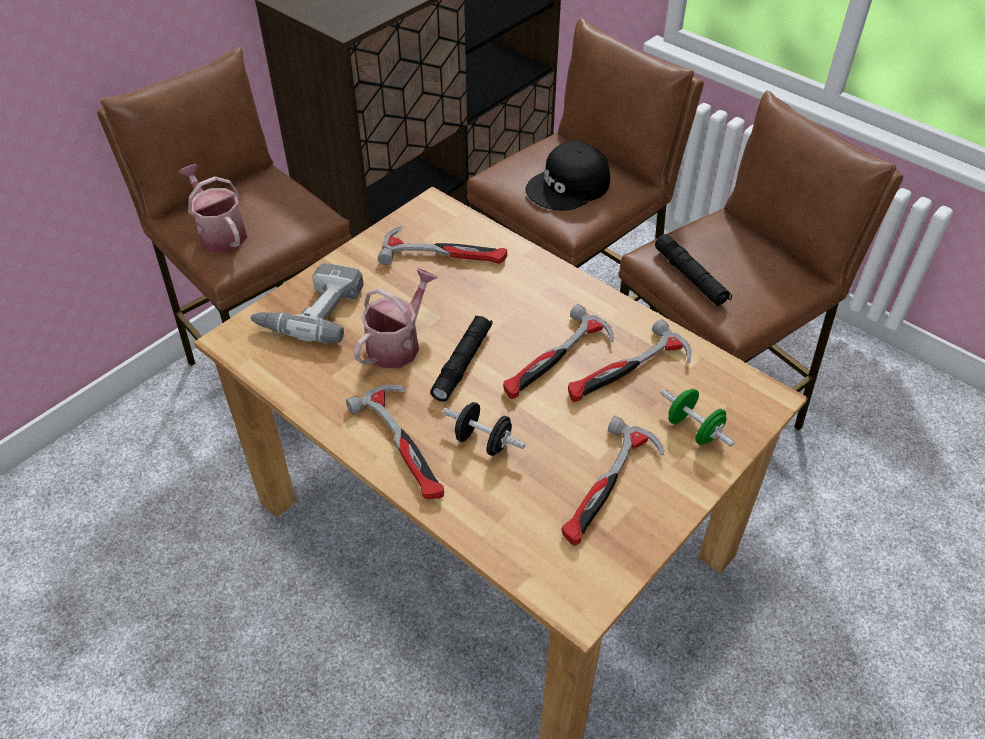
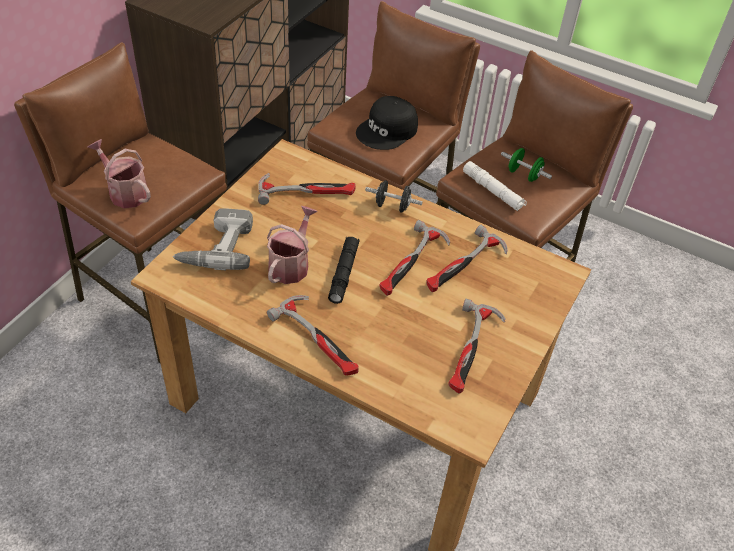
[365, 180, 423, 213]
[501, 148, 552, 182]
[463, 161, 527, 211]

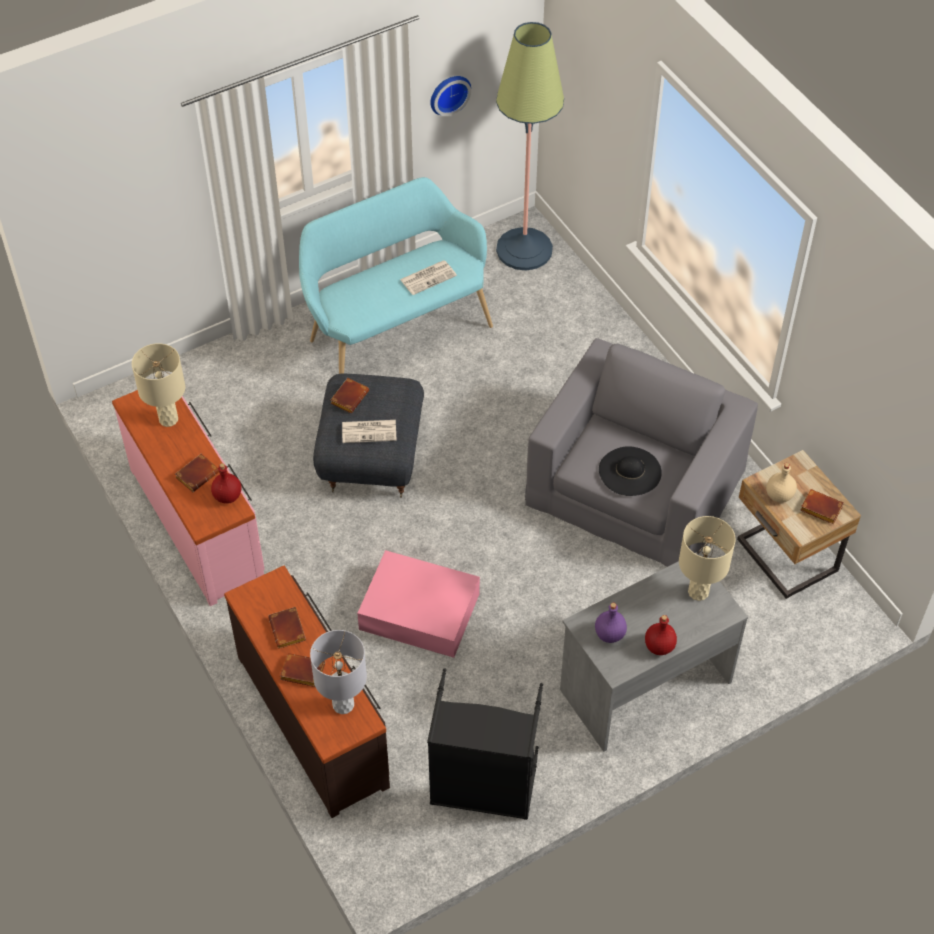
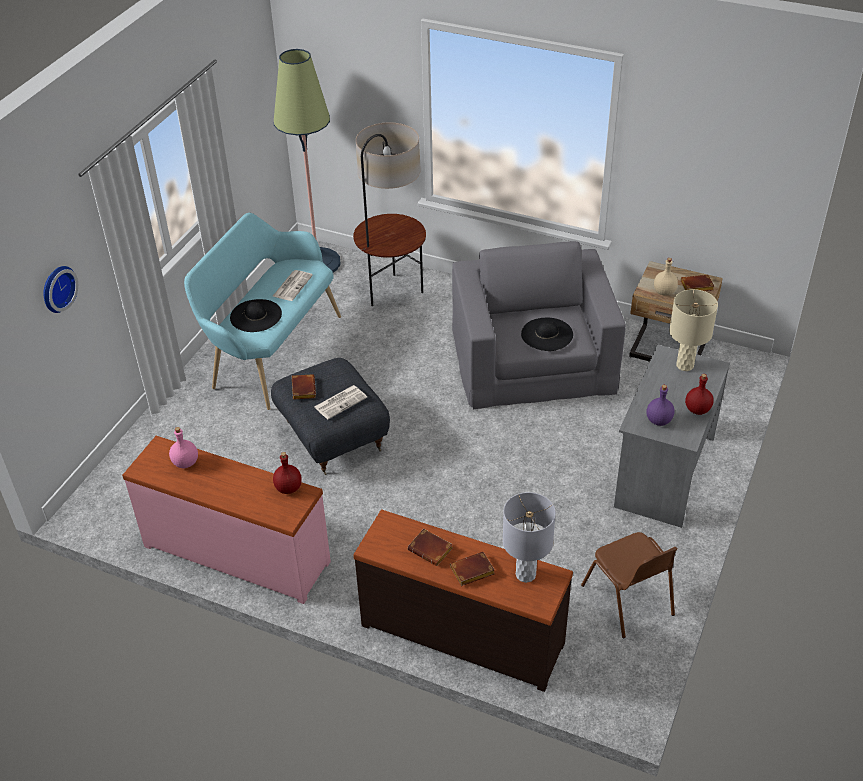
[175, 454, 219, 492] (first image)
[357, 550, 480, 658] (first image)
[230, 299, 282, 332]
[353, 122, 426, 306]
[43, 266, 78, 313]
[169, 427, 198, 469]
[581, 532, 677, 638]

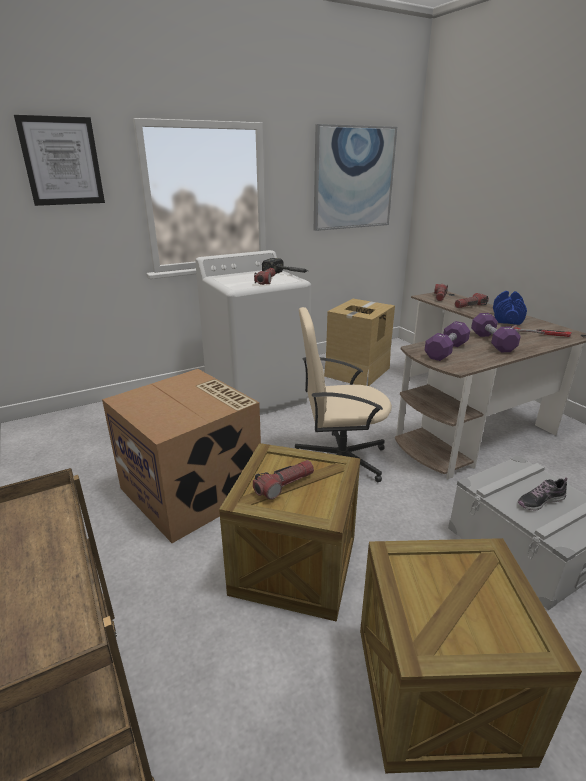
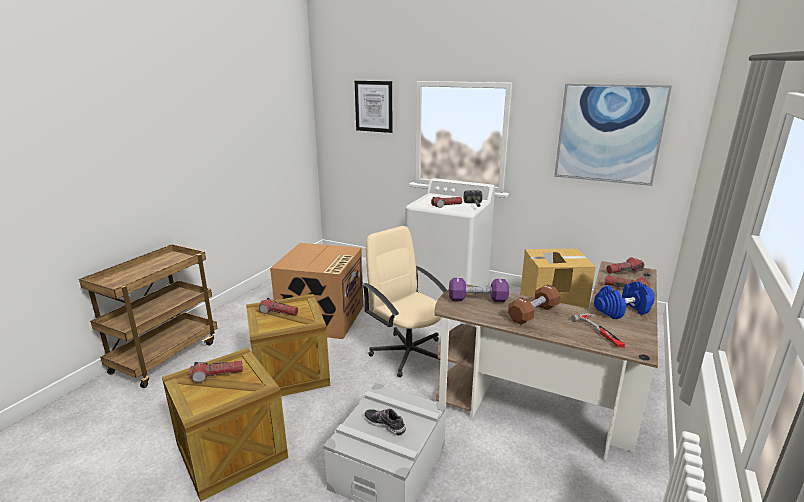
[190, 361, 243, 383]
[508, 284, 560, 325]

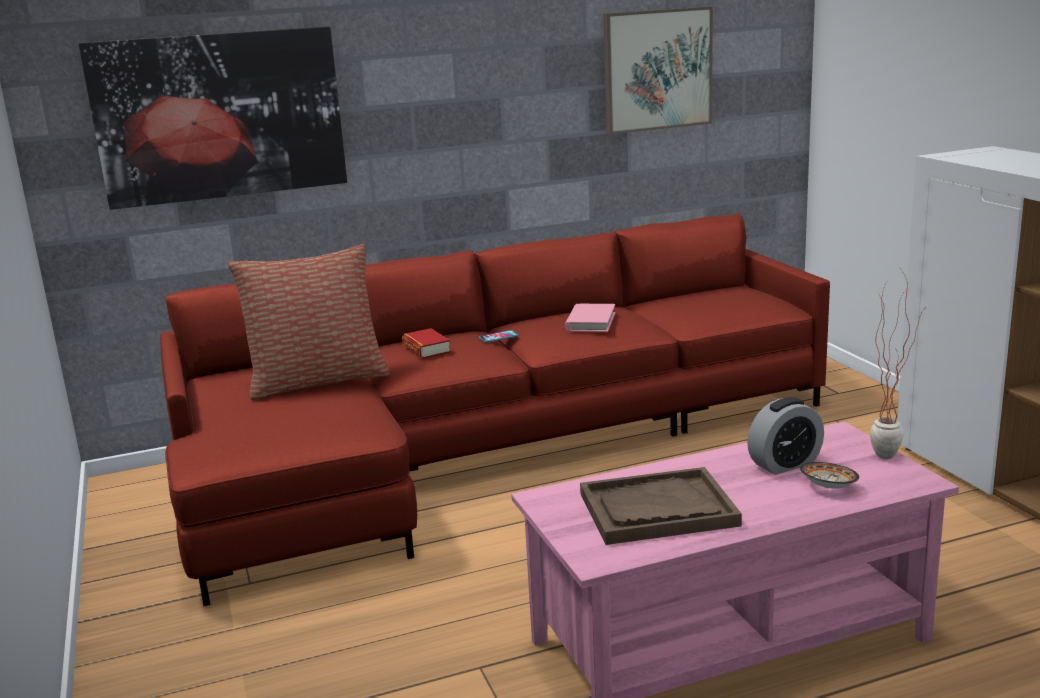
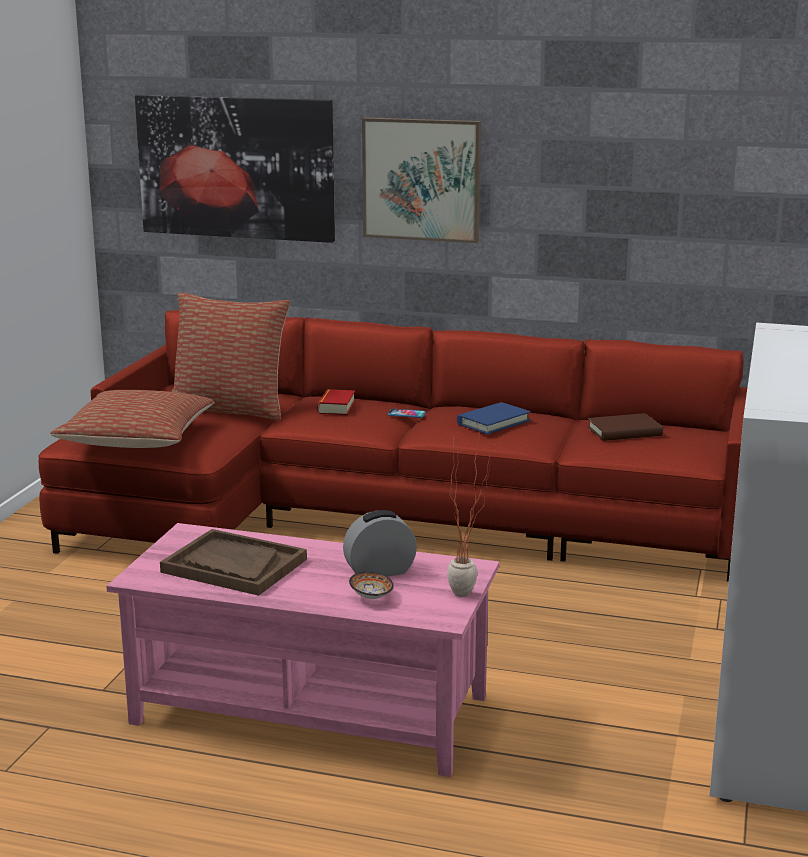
[50, 390, 214, 448]
[587, 413, 663, 441]
[362, 118, 481, 243]
[457, 402, 531, 434]
[343, 510, 417, 577]

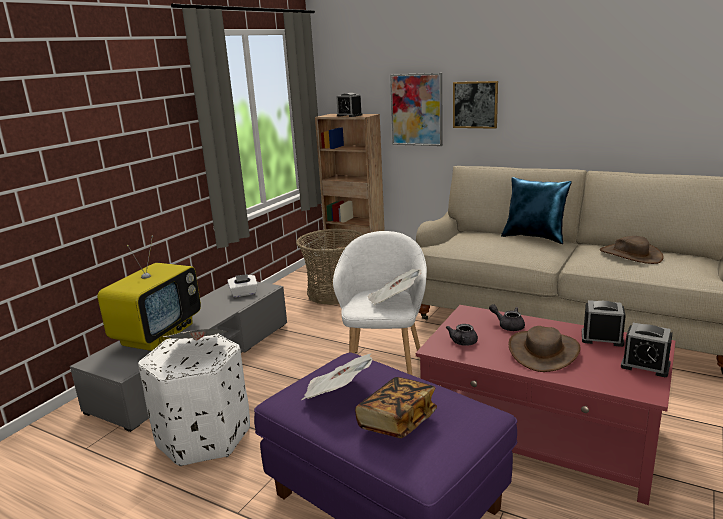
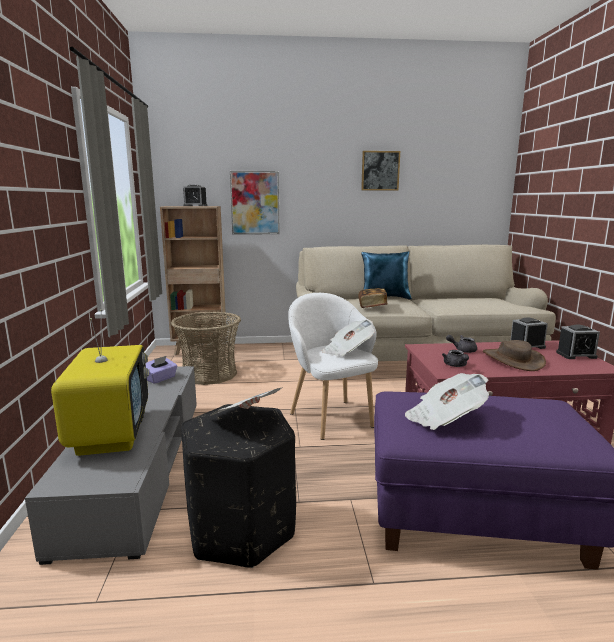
[600, 236, 664, 264] (first image)
[358, 288, 388, 308]
[361, 151, 400, 190]
[181, 404, 296, 568]
[145, 356, 177, 384]

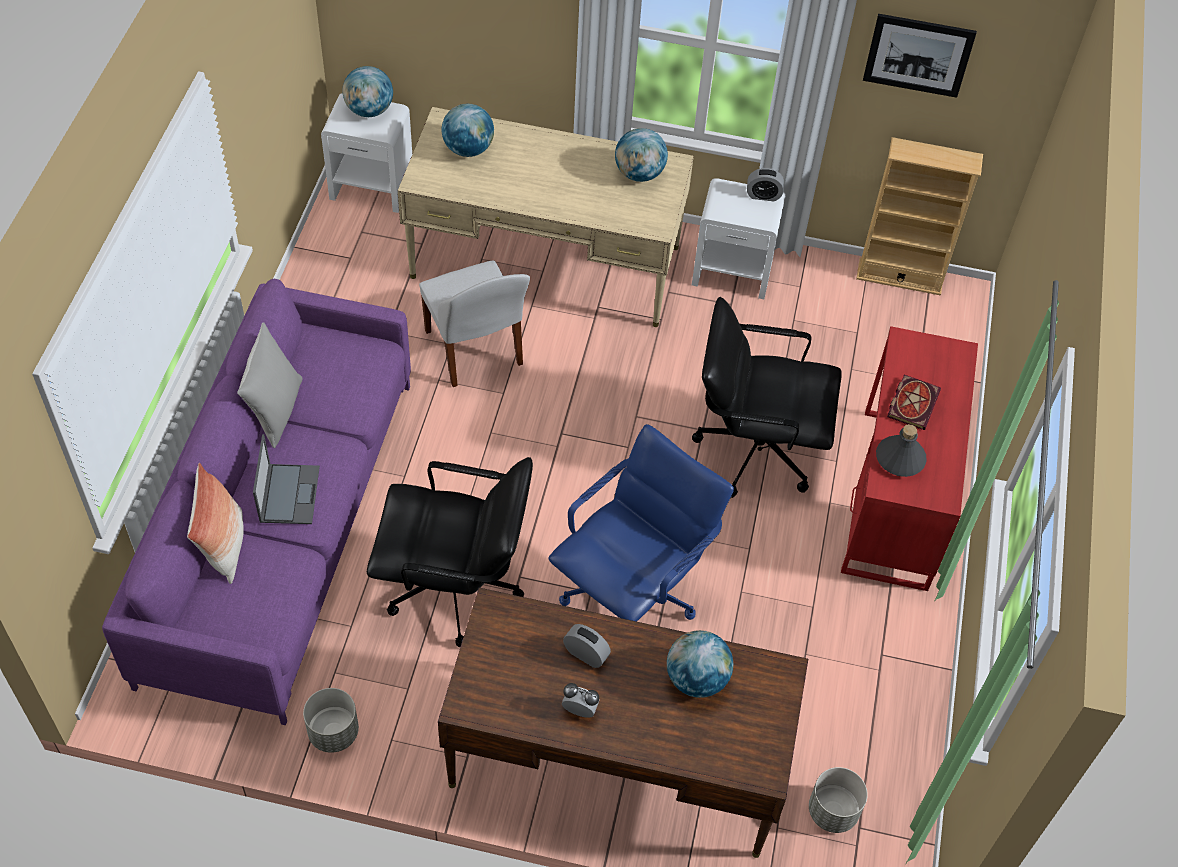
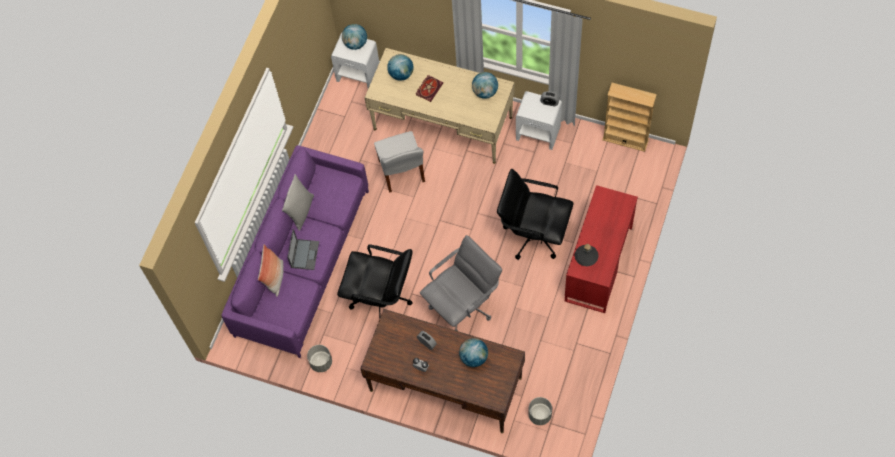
[863, 14, 977, 98] (first image)
[416, 75, 443, 102]
[420, 235, 502, 331]

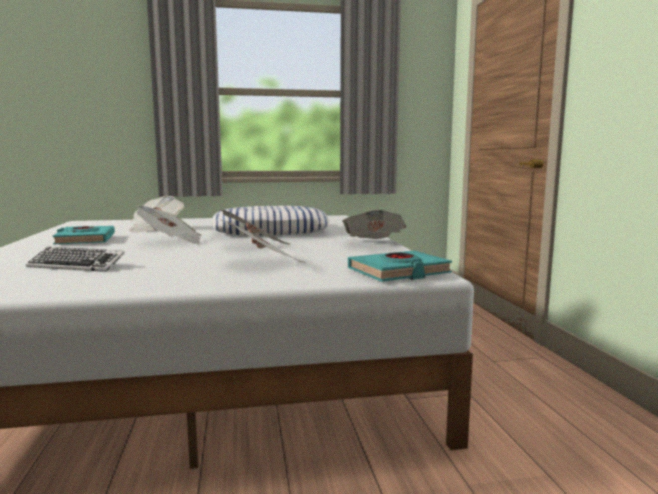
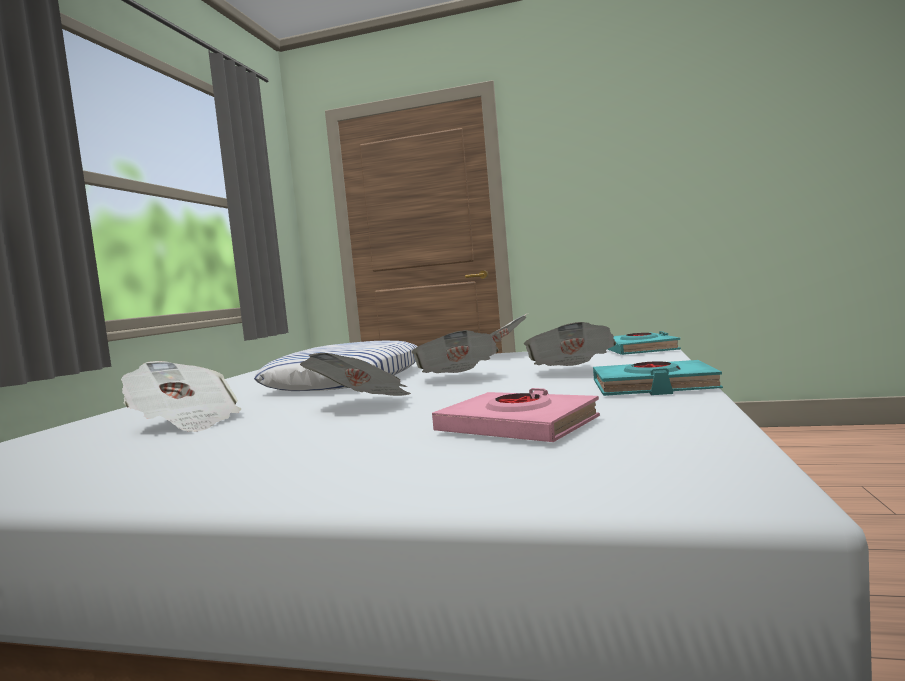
[593, 360, 723, 396]
[432, 388, 600, 442]

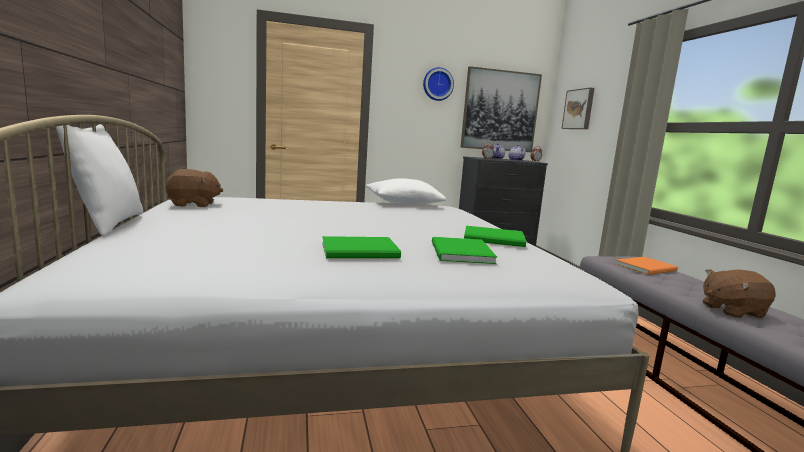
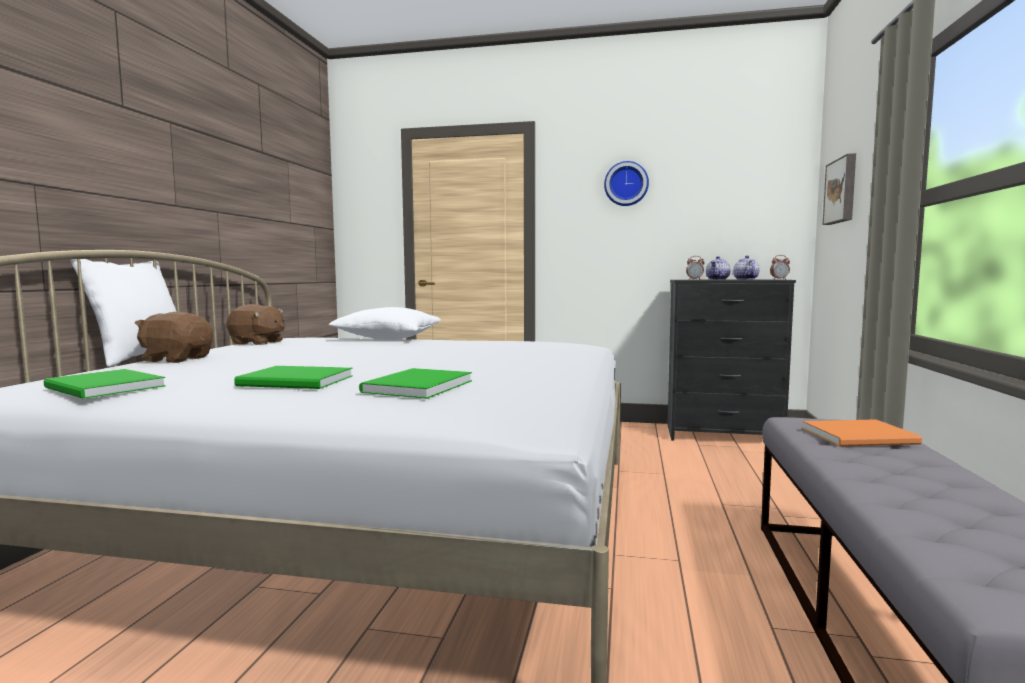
[460, 66, 542, 152] (first image)
[329, 307, 441, 340]
[44, 369, 166, 399]
[135, 312, 213, 363]

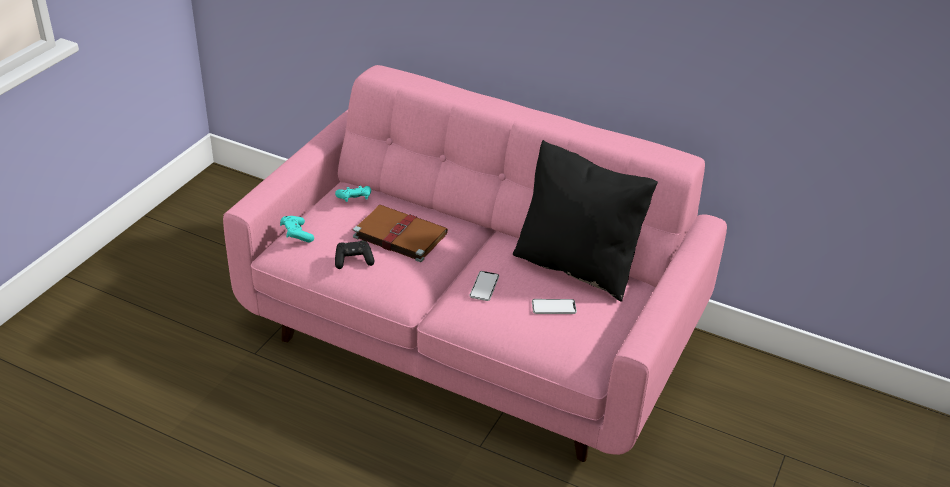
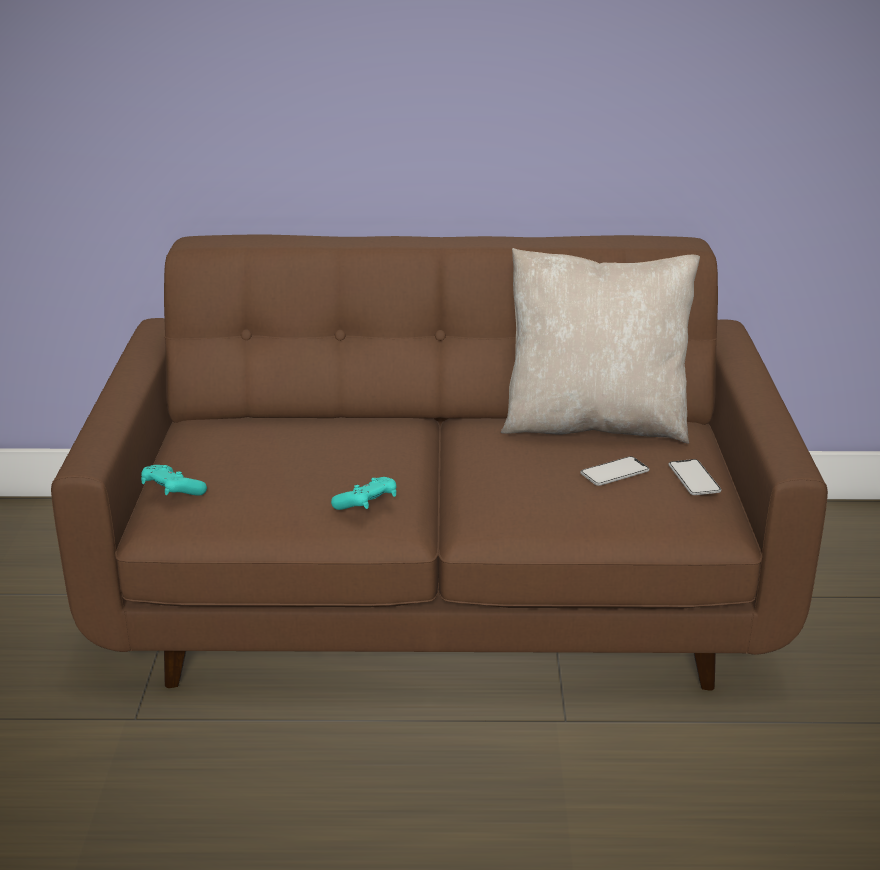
[335, 240, 374, 269] (first image)
[353, 205, 448, 262] (first image)
[331, 477, 396, 510]
[669, 459, 722, 495]
[51, 234, 828, 691]
[501, 248, 700, 444]

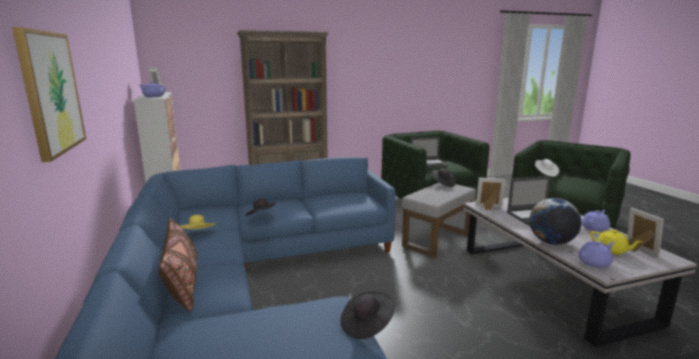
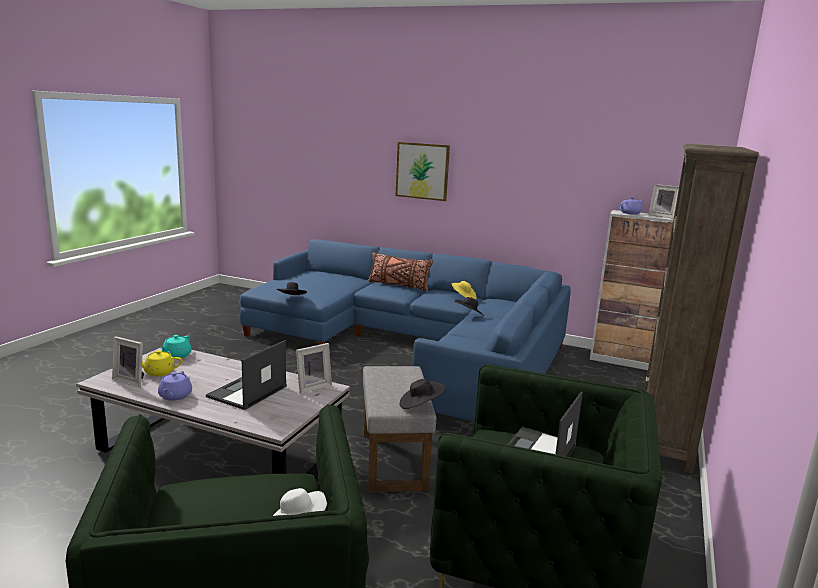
[529, 198, 581, 245] (first image)
[161, 335, 192, 358]

